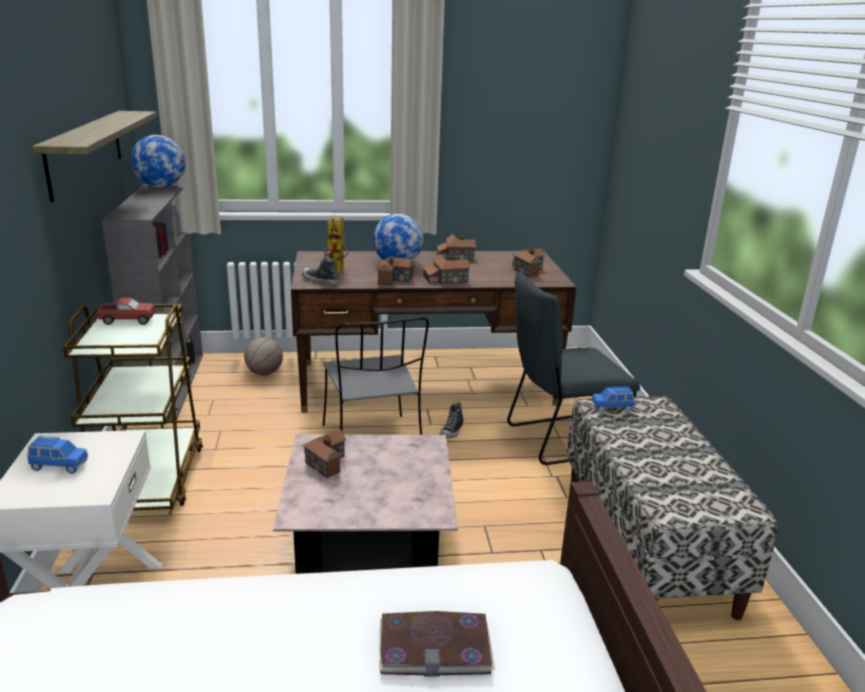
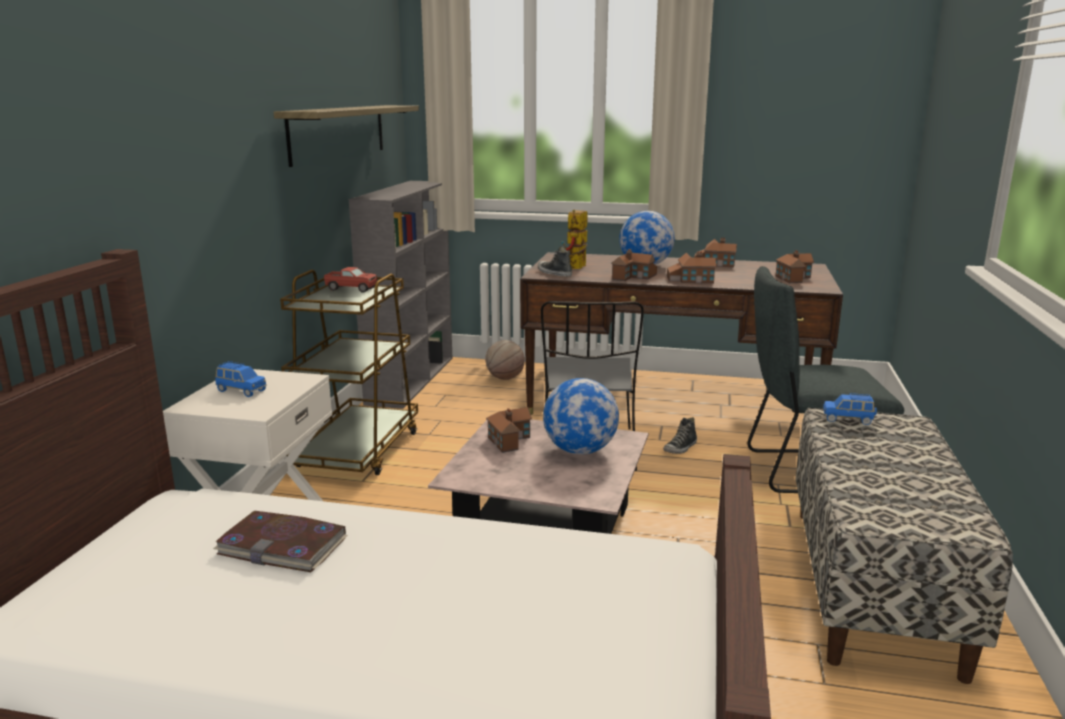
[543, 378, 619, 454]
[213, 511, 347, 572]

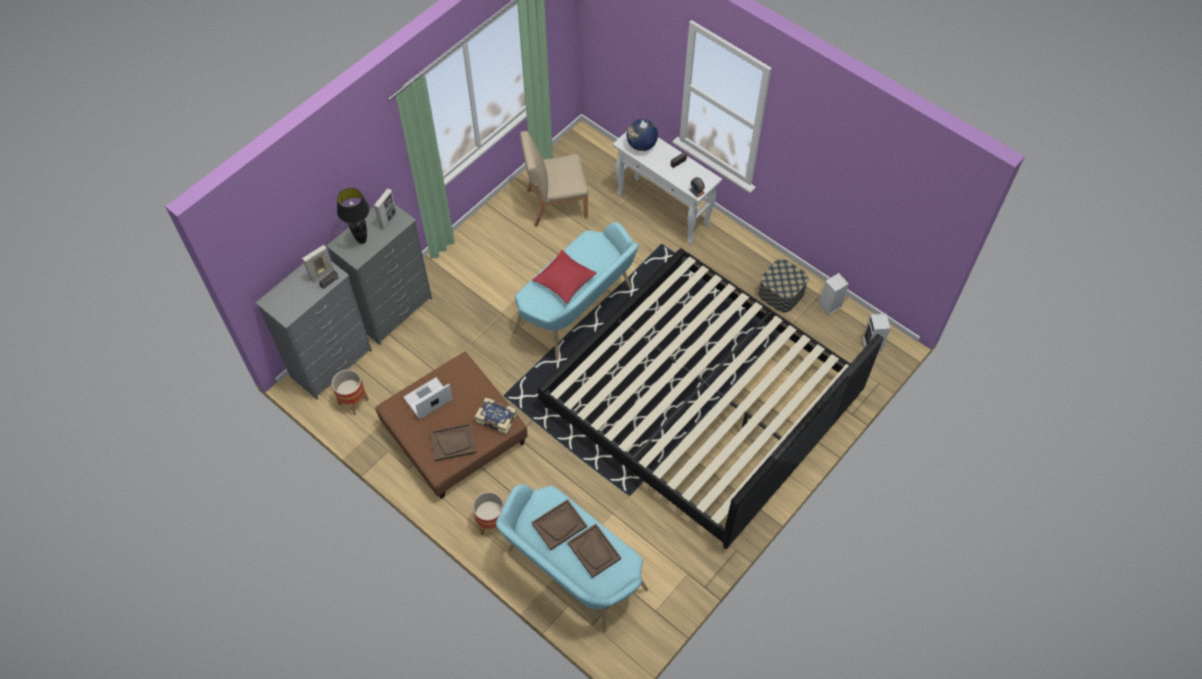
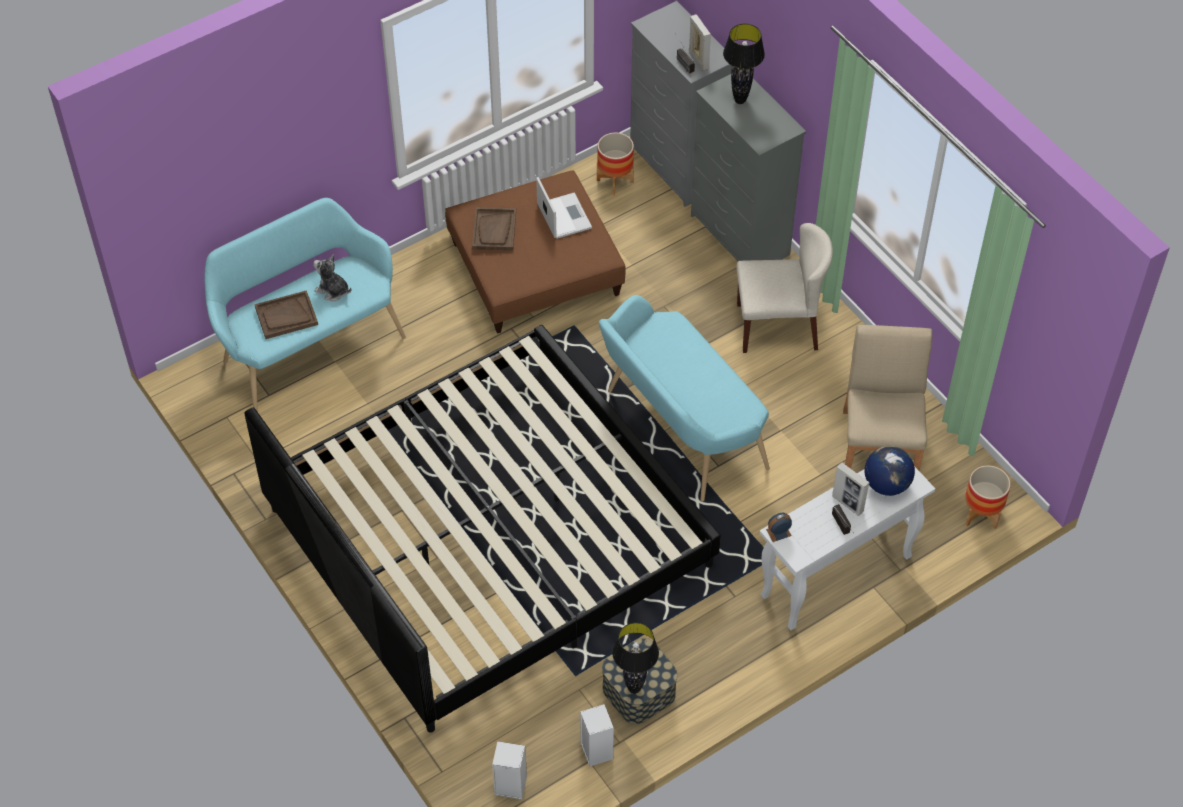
[475, 398, 517, 435] (first image)
[532, 250, 597, 303] (first image)
[612, 623, 659, 694]
[736, 223, 833, 353]
[832, 462, 870, 516]
[965, 465, 1011, 529]
[313, 254, 352, 301]

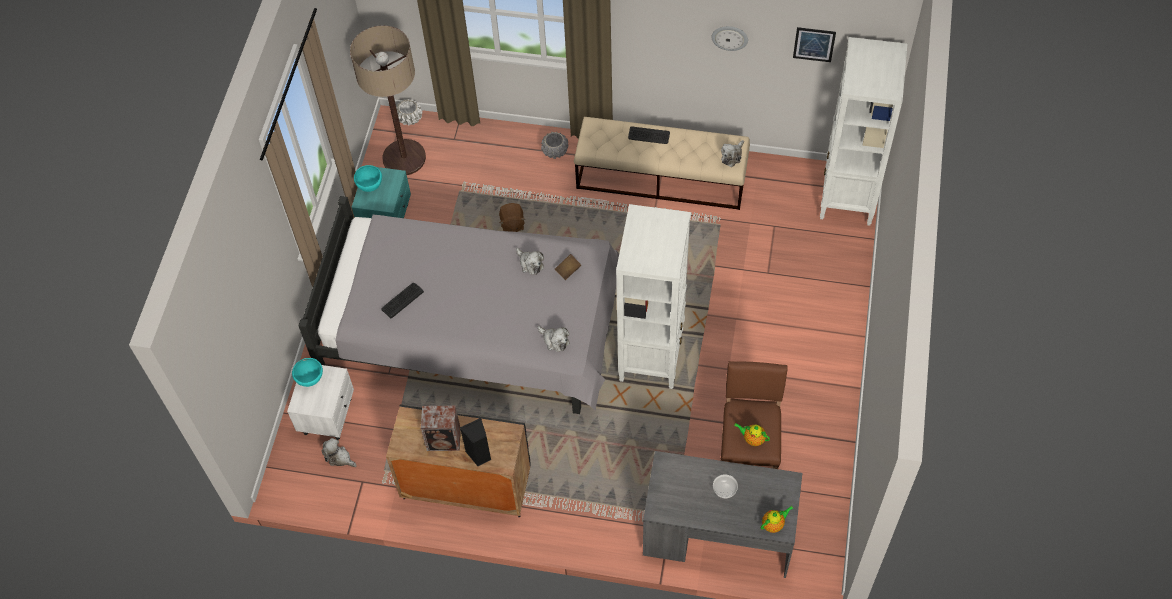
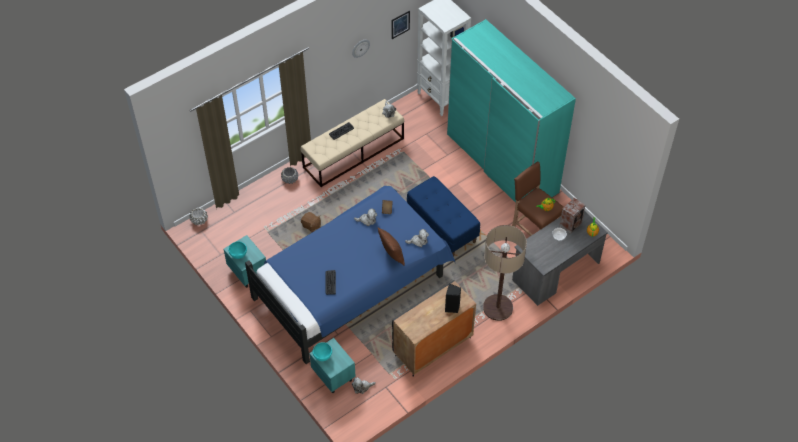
[378, 227, 405, 265]
[447, 19, 576, 203]
[483, 225, 527, 321]
[559, 198, 586, 234]
[407, 176, 480, 257]
[309, 338, 356, 393]
[245, 186, 455, 364]

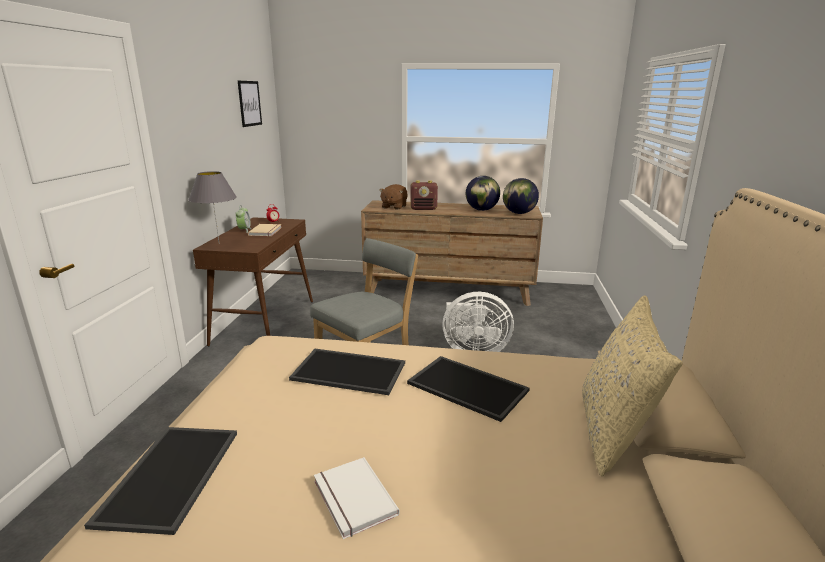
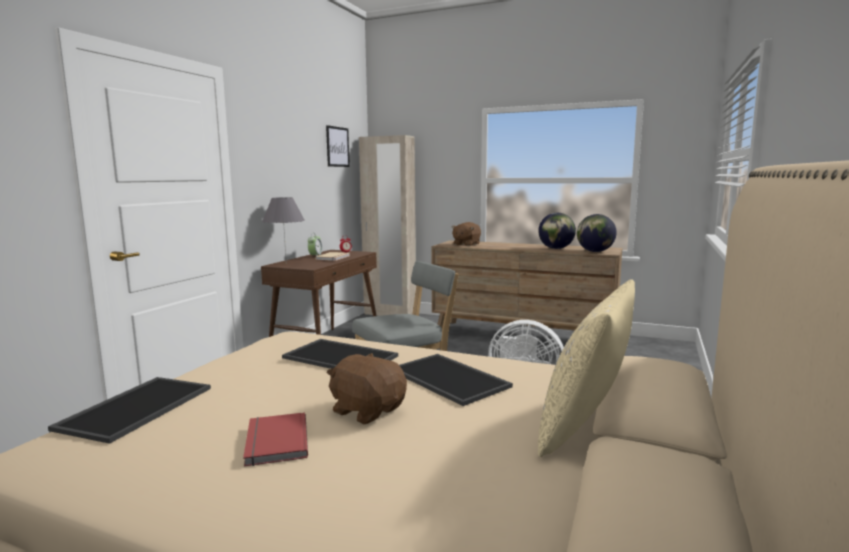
[410, 180, 438, 210] (first image)
[327, 353, 407, 424]
[359, 135, 416, 316]
[243, 412, 308, 466]

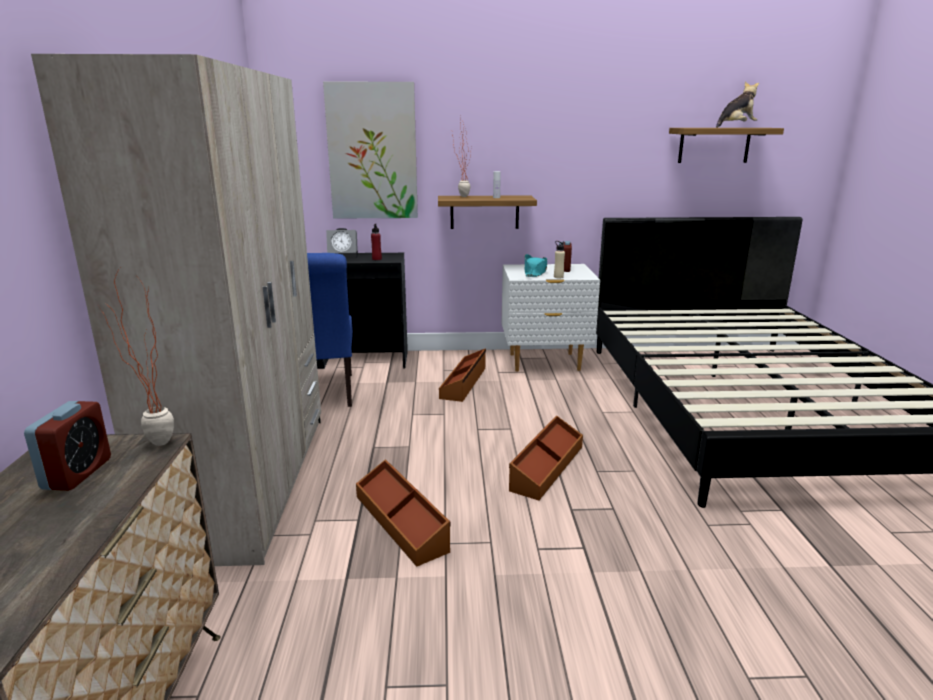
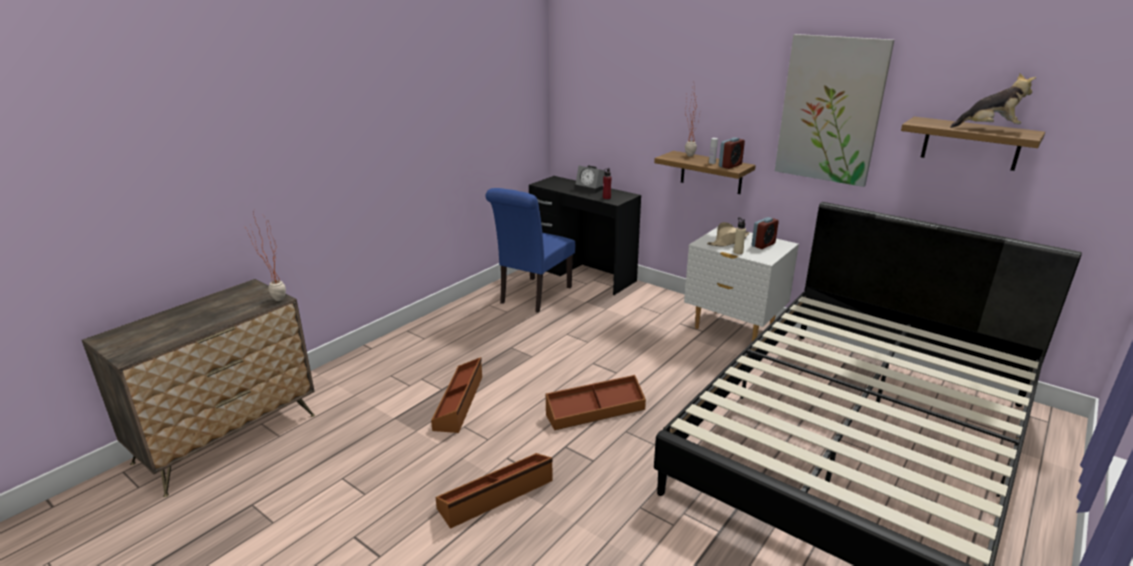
[31, 54, 321, 566] (first image)
[719, 137, 745, 169]
[775, 34, 894, 187]
[436, 453, 553, 529]
[707, 222, 750, 247]

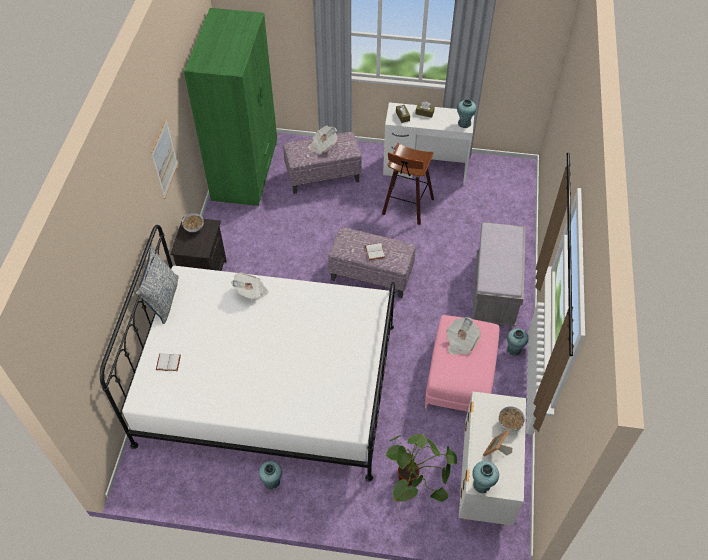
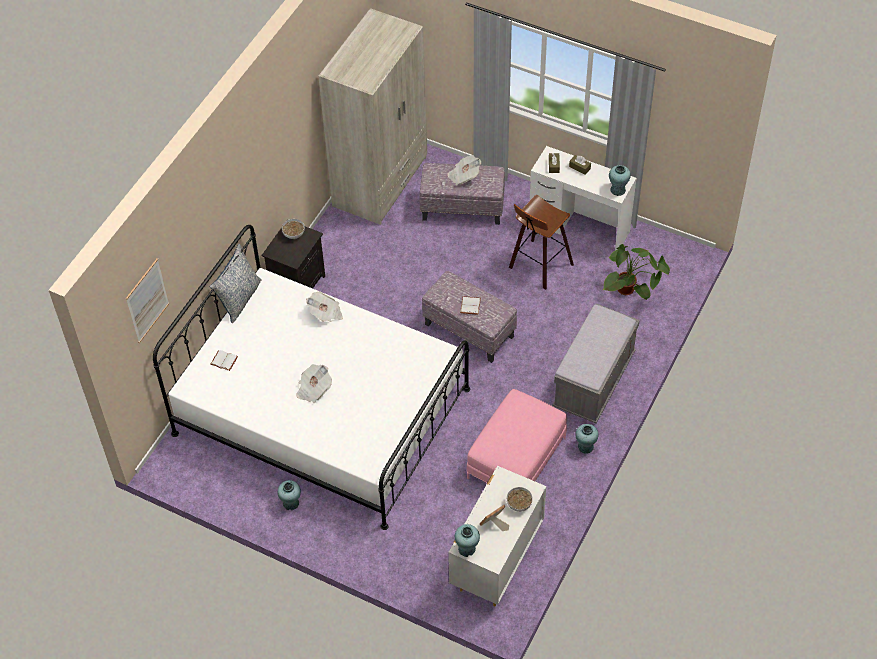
[126, 258, 169, 343]
[603, 244, 670, 300]
[296, 364, 332, 403]
[318, 8, 427, 225]

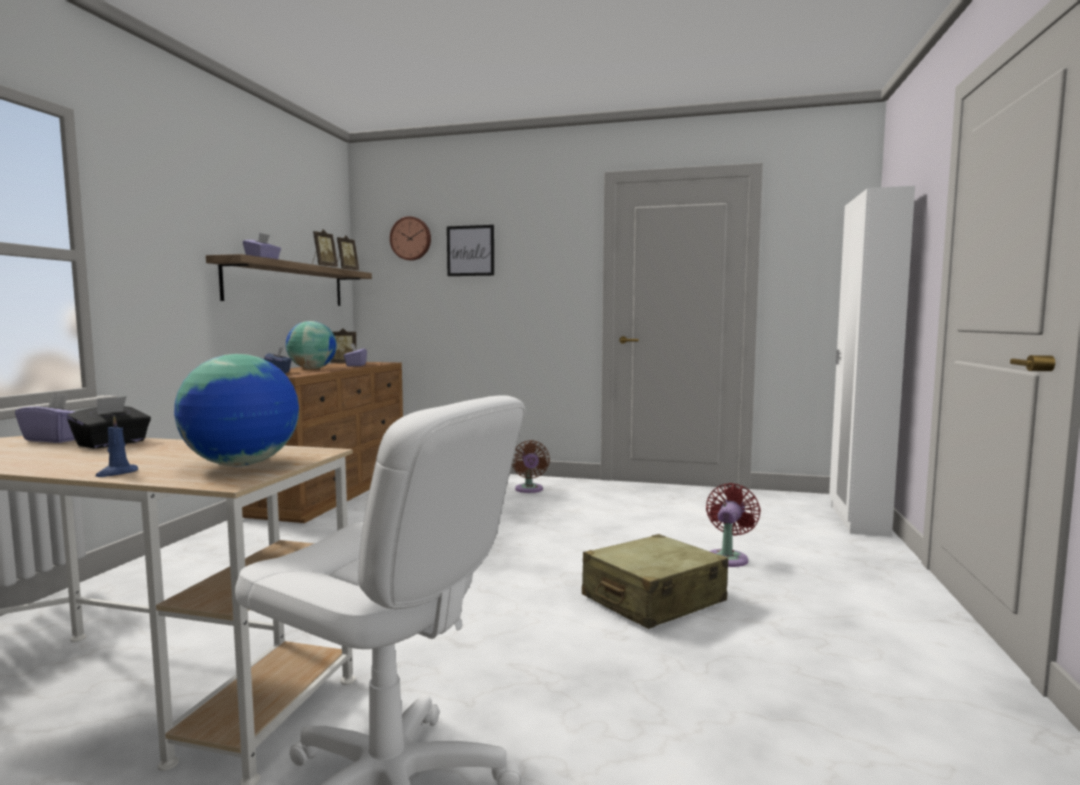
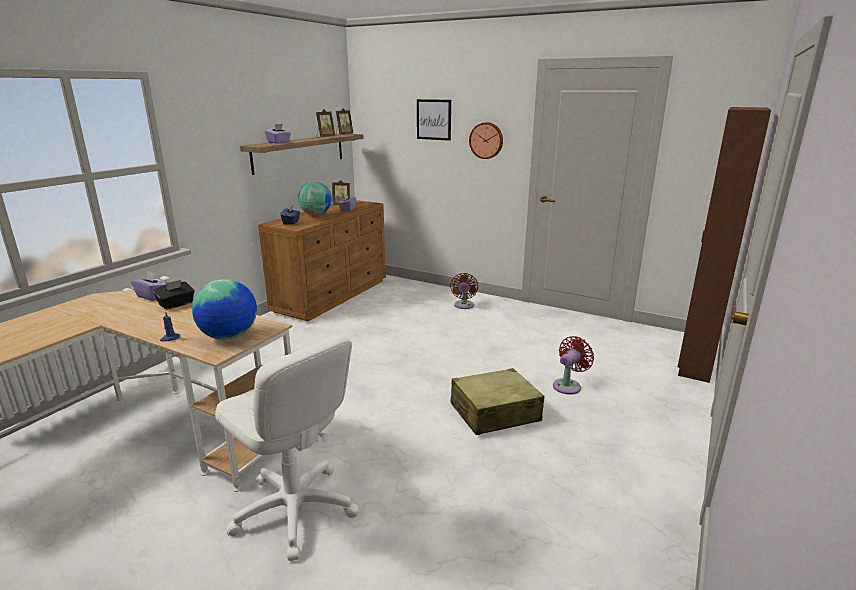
[469, 122, 503, 159]
[678, 107, 771, 383]

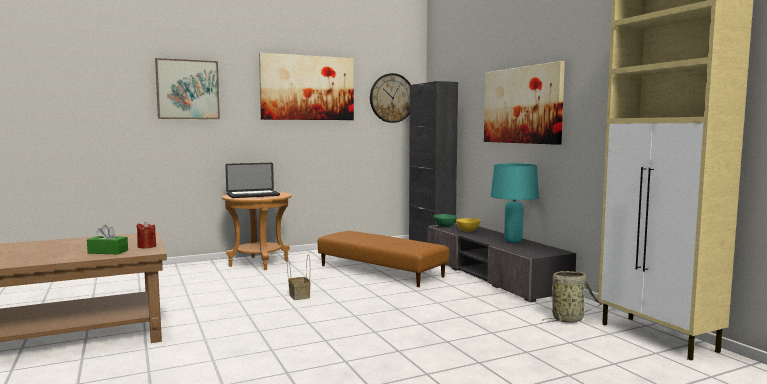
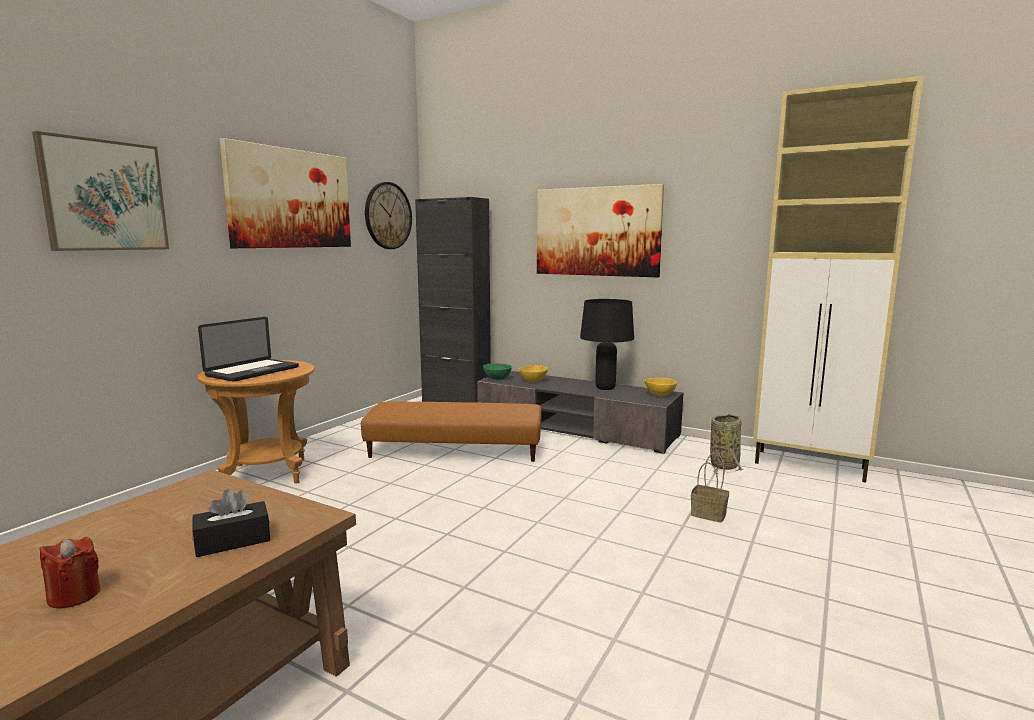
[645, 378, 677, 396]
[40, 537, 101, 609]
[691, 452, 729, 523]
[193, 489, 270, 557]
[580, 299, 634, 390]

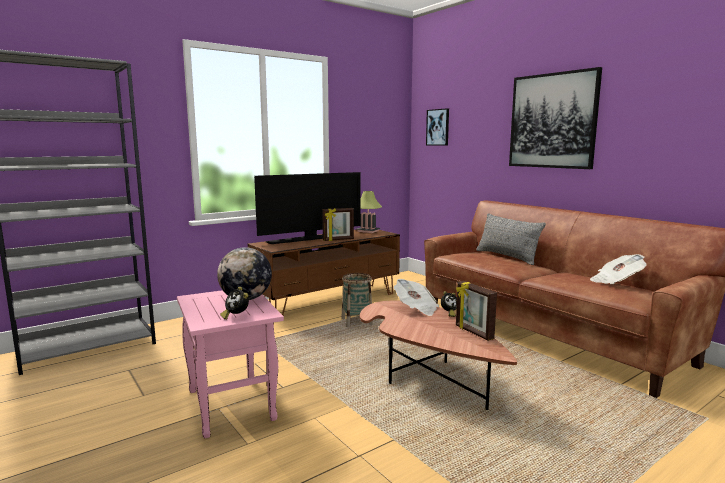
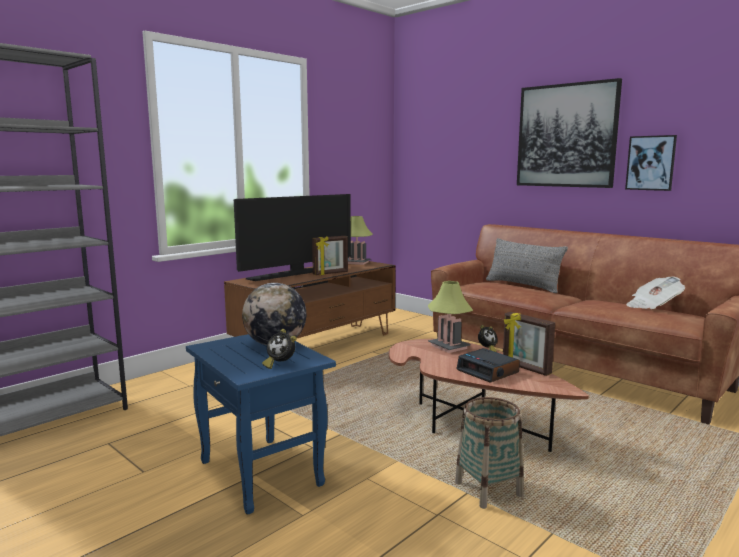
[456, 348, 520, 383]
[455, 397, 524, 509]
[625, 135, 677, 191]
[428, 281, 473, 353]
[186, 334, 336, 515]

